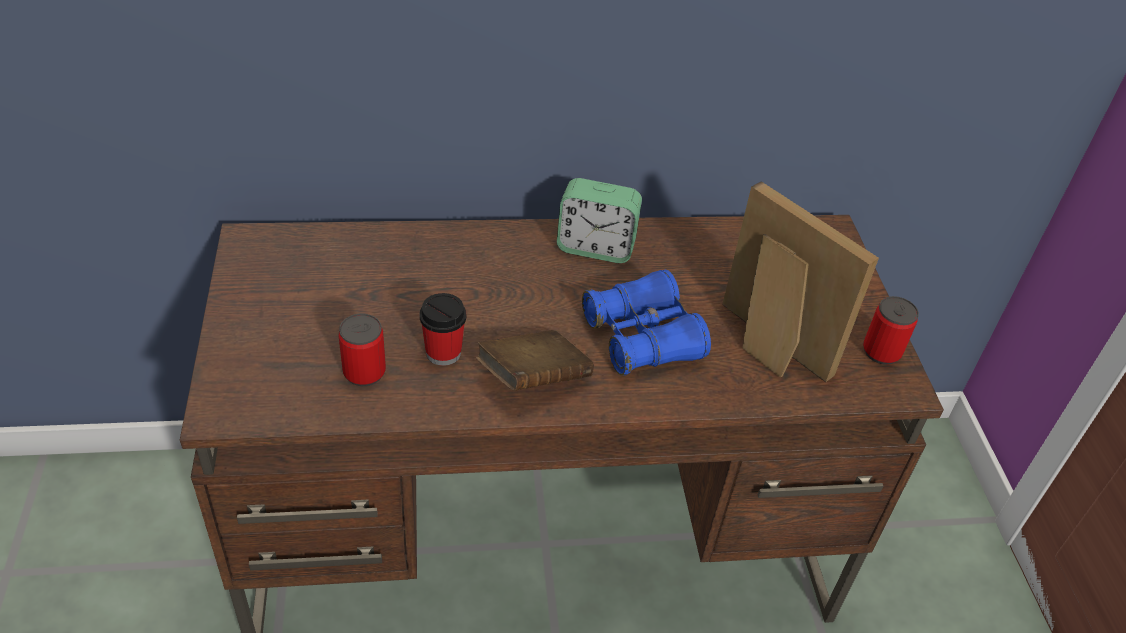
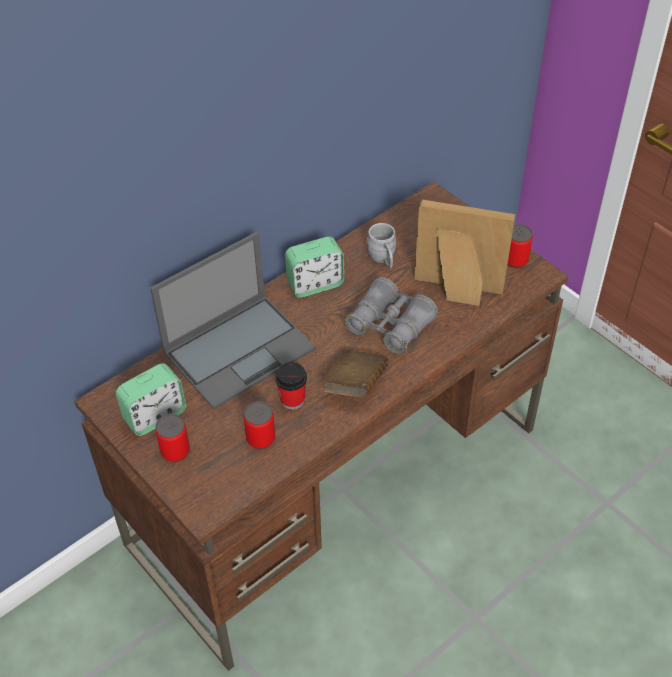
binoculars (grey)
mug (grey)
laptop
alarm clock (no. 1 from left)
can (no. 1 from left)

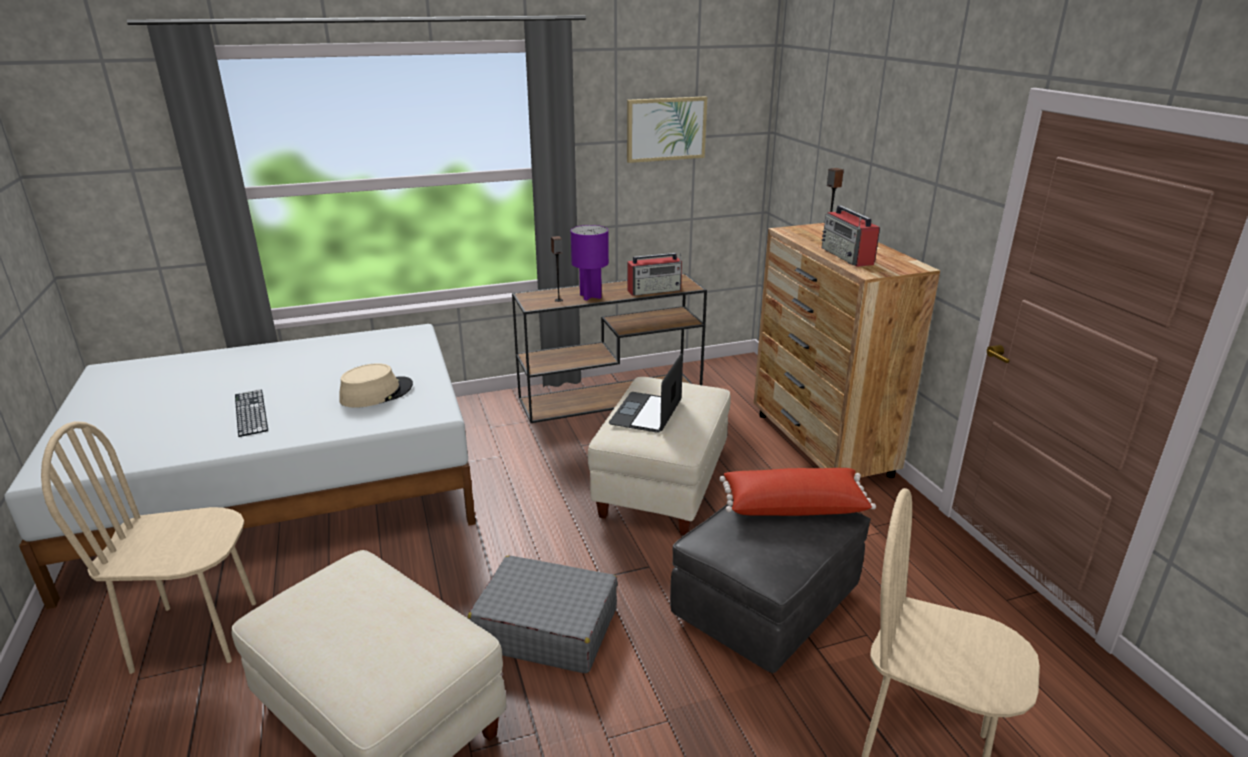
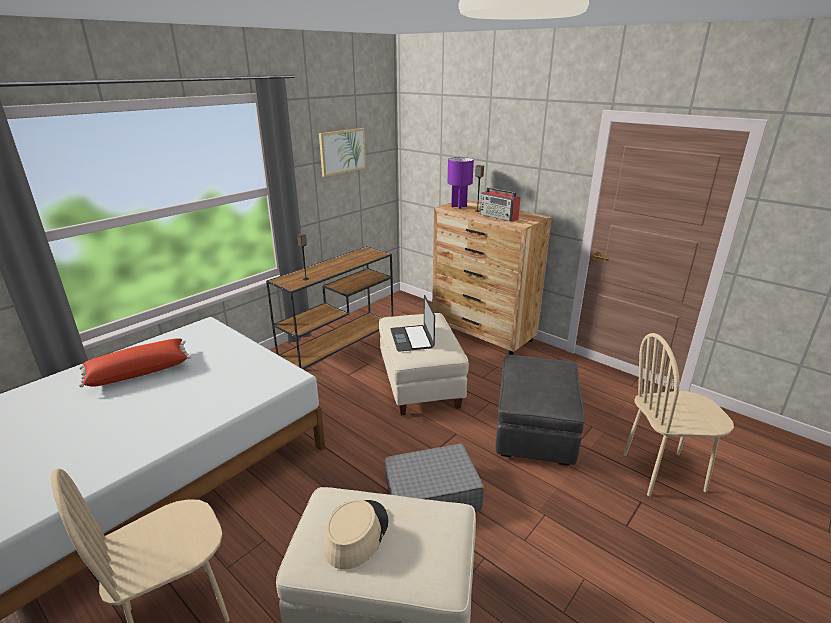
table lamp (purple)
radio (no. 1 from left in the first image)
hat (beige)
keyboard
pillow (red)

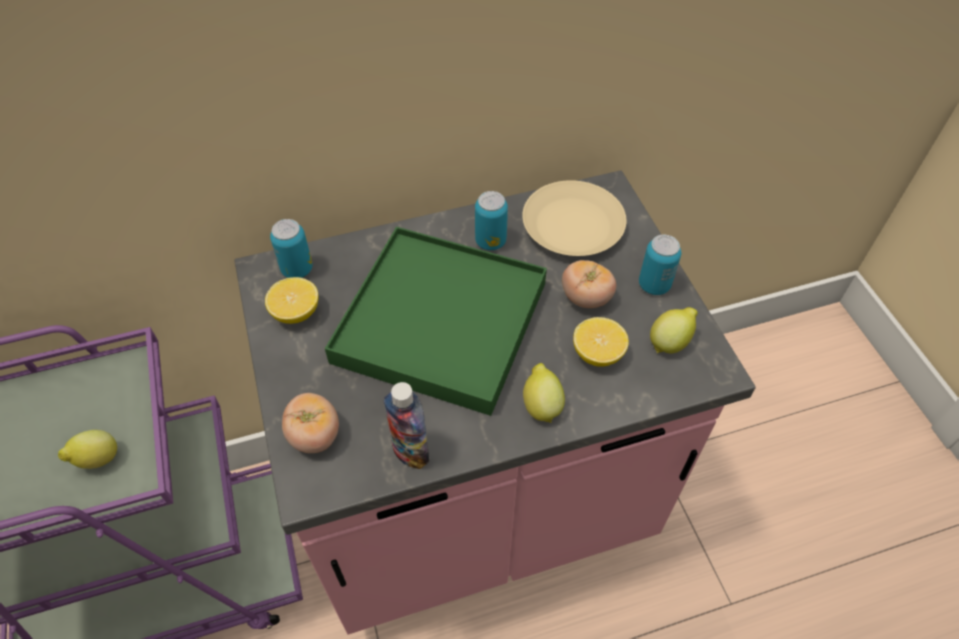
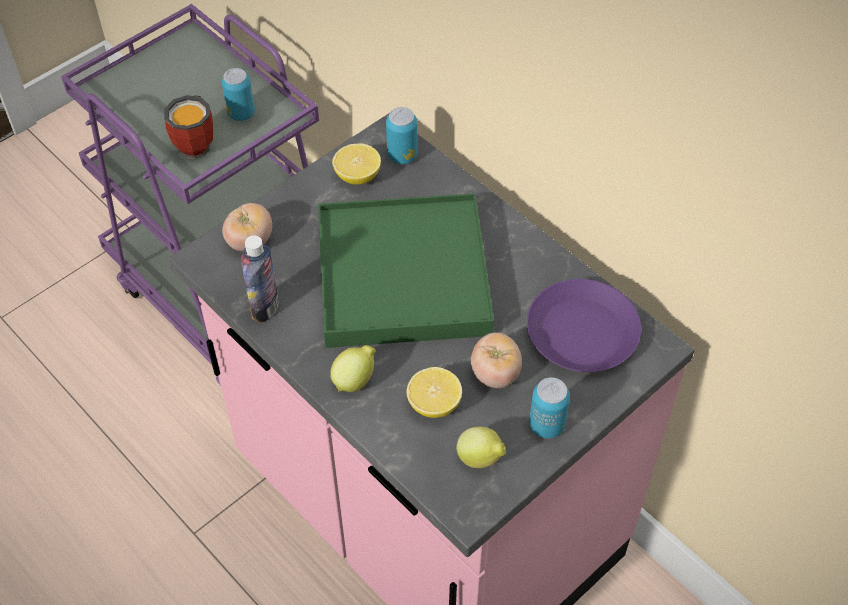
plate (purple)
can (no. 1 from left)
mug

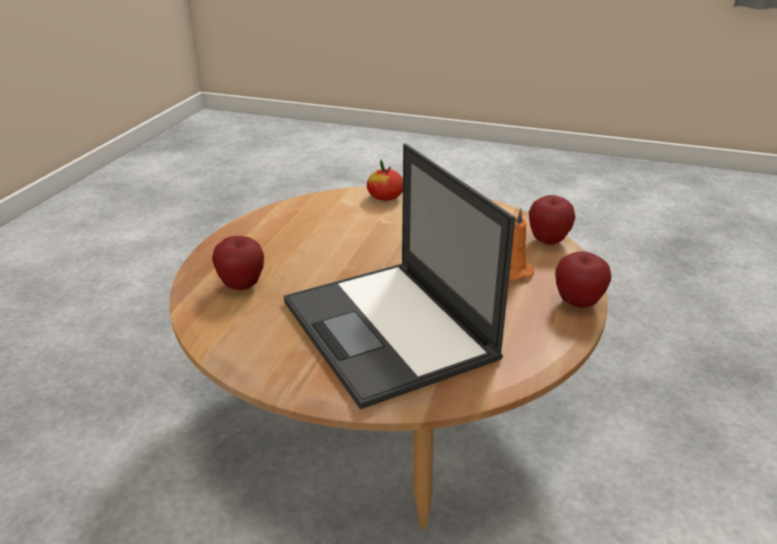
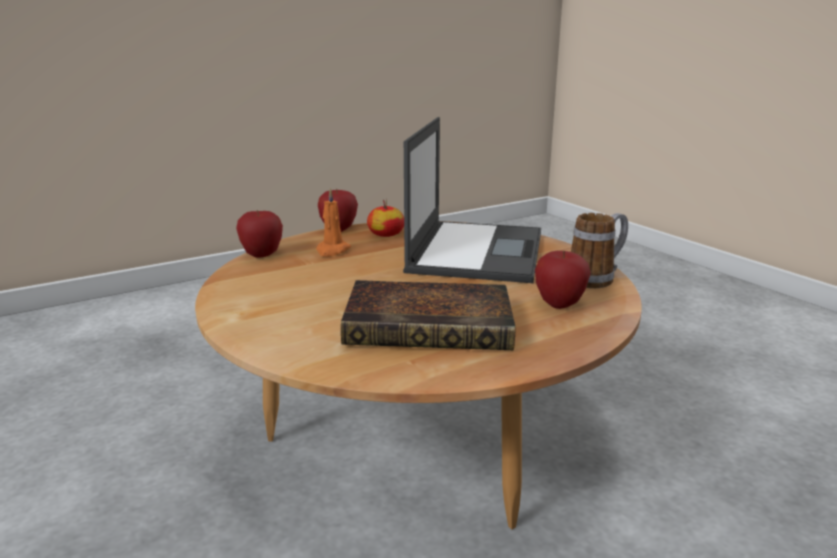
apple (no. 3 from left)
mug
book

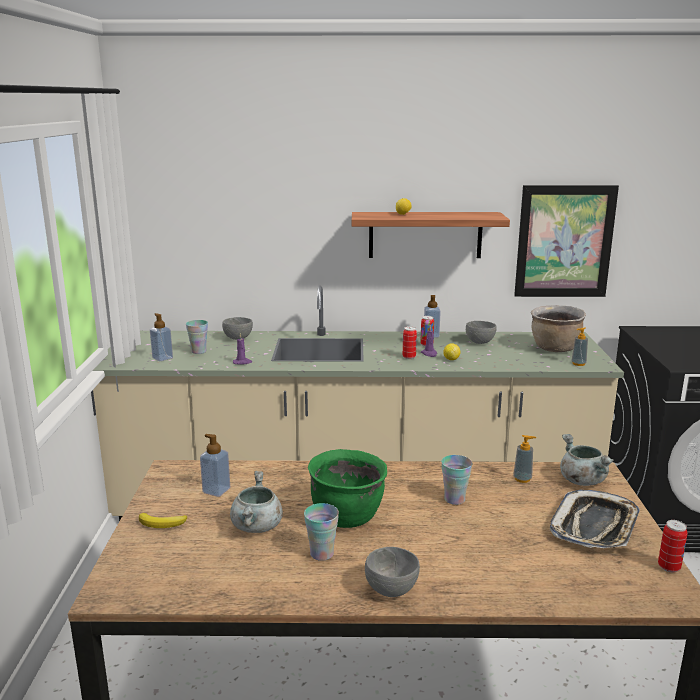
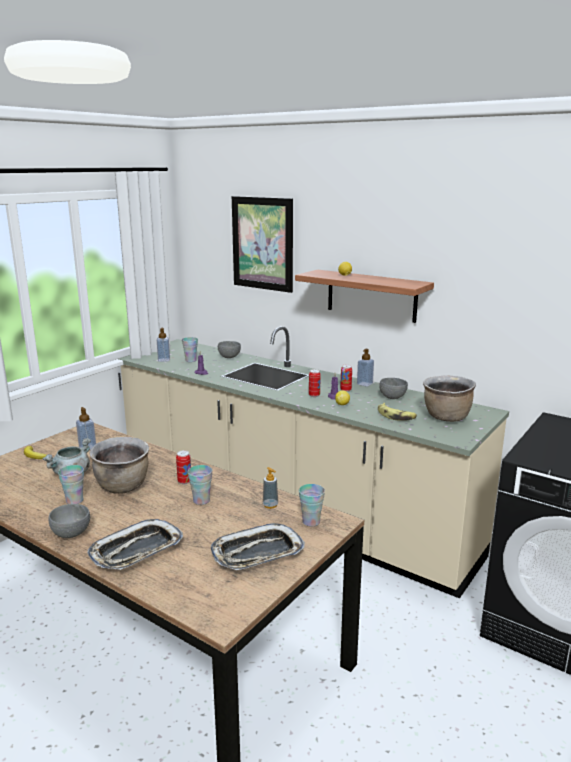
picture
soap dispenser (no. 5 from left in the first image)
cup (no. 4 from left)
cooking pot (brown) (no. 1 from left)
can (no. 1 from left)
banana (no. 2 from left)
tray (no. 1 from left)

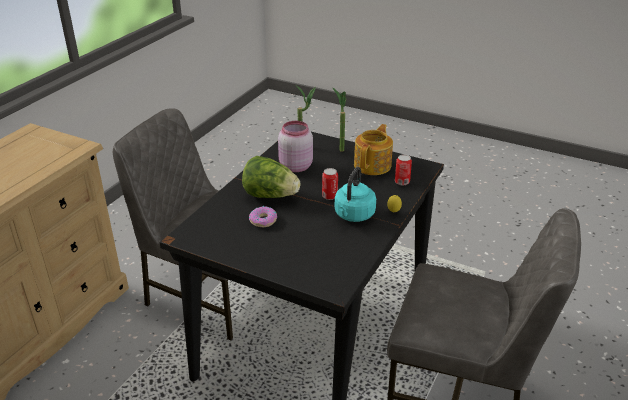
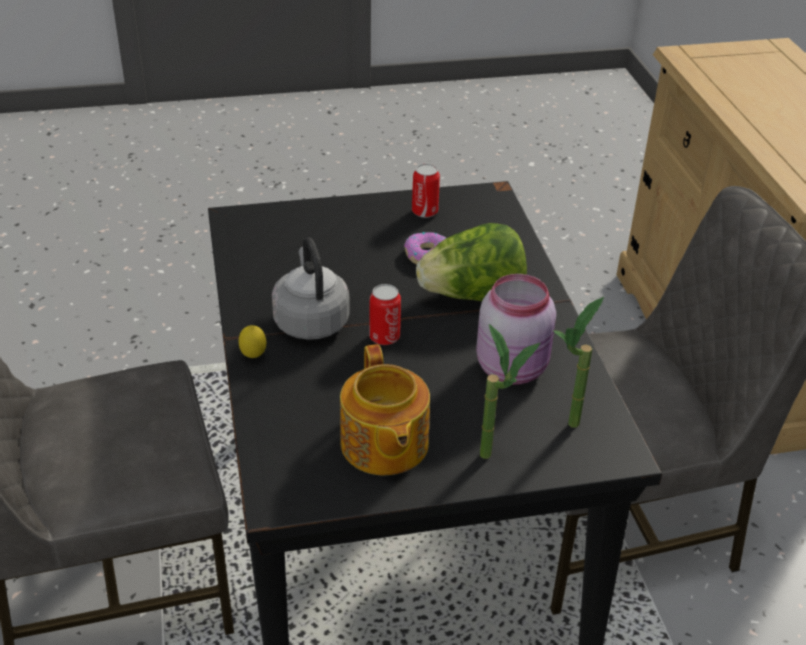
can (no. 2 from left)
kettle (grey)

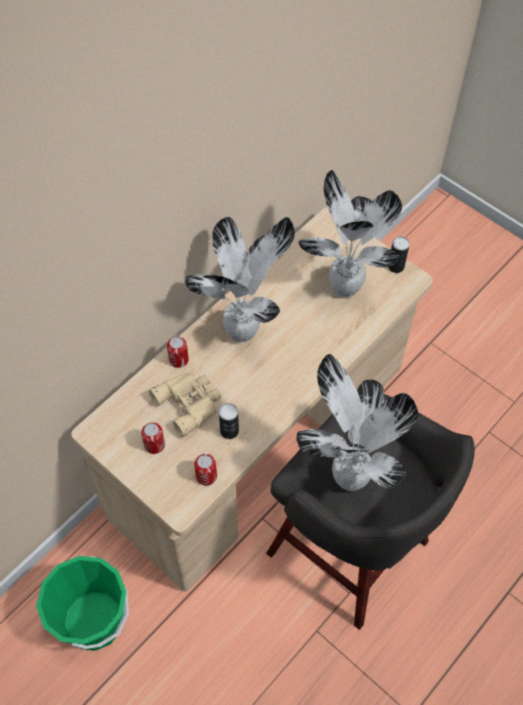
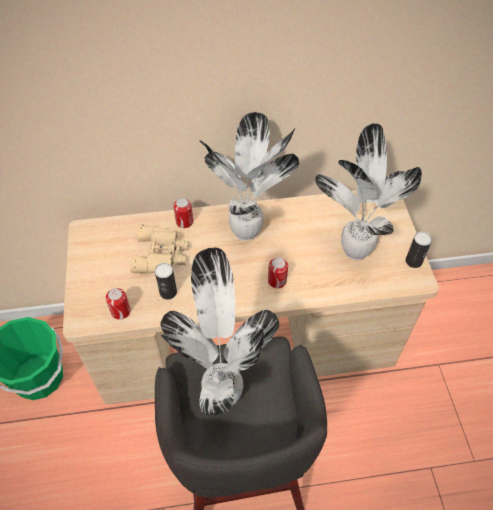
can (no. 4 from left)

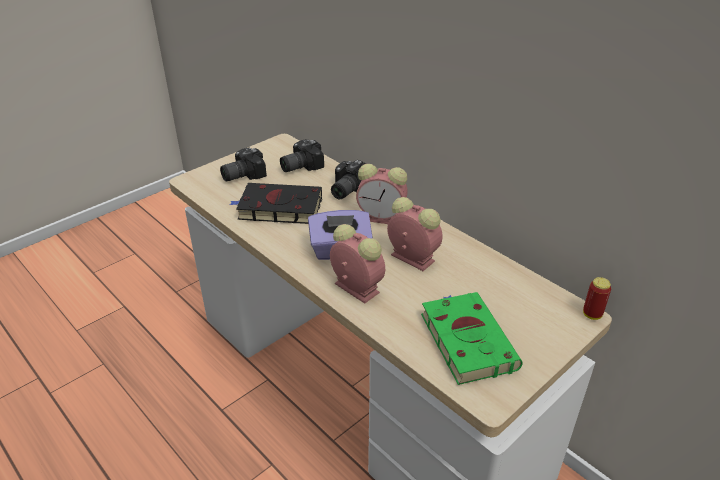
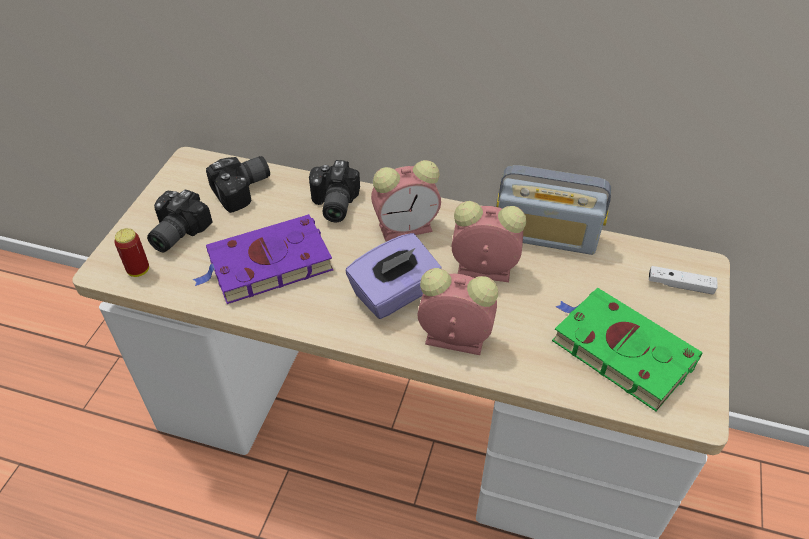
photo camera (no. 2 from left)
book (purple)
can
radio
game controller (white)

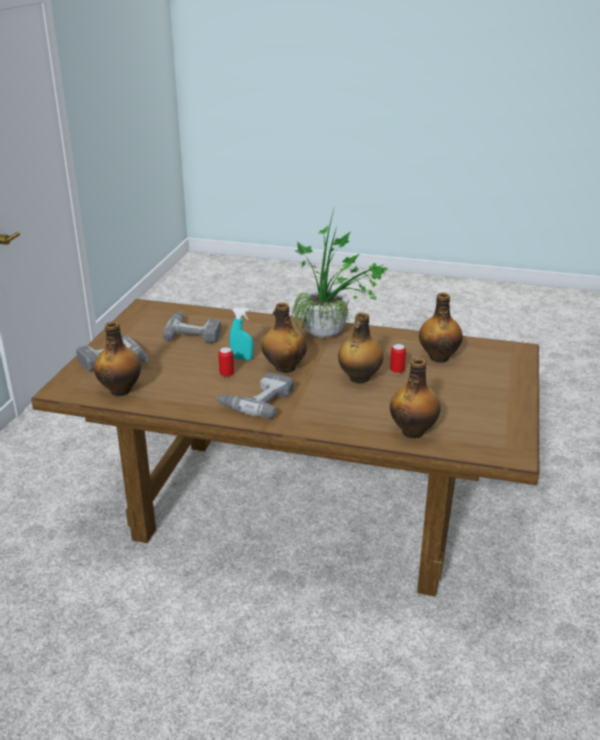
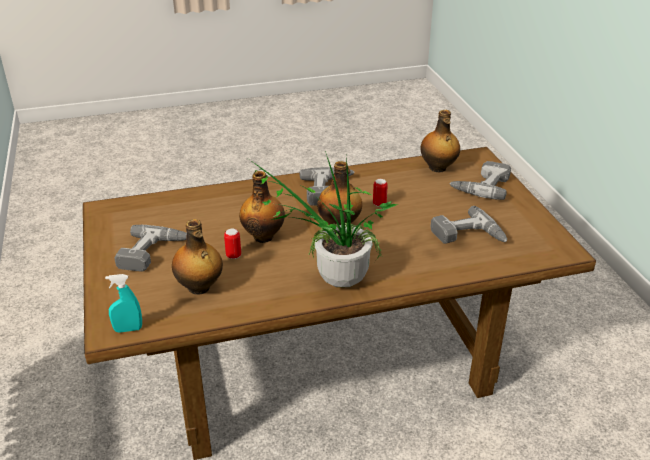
spray bottle (turquoise)
bottle (no. 4 from left in the first image)
power drill (no. 1 from left)

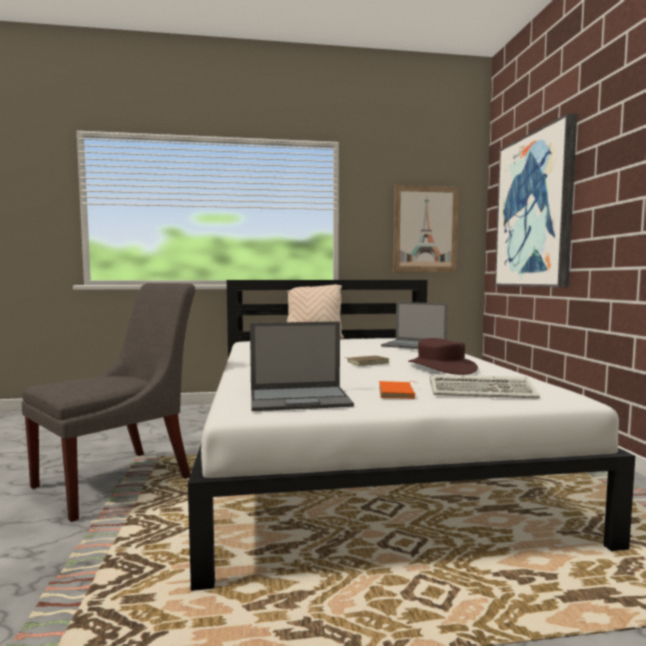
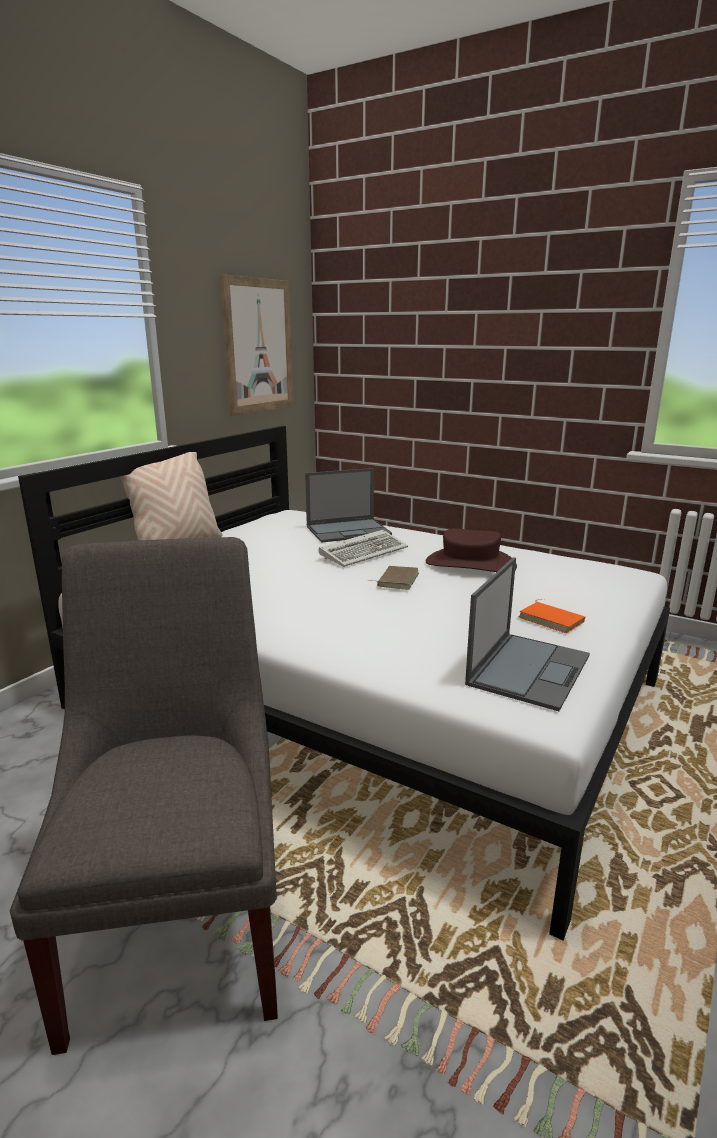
picture (no. 2 from left in the first image)
keyboard

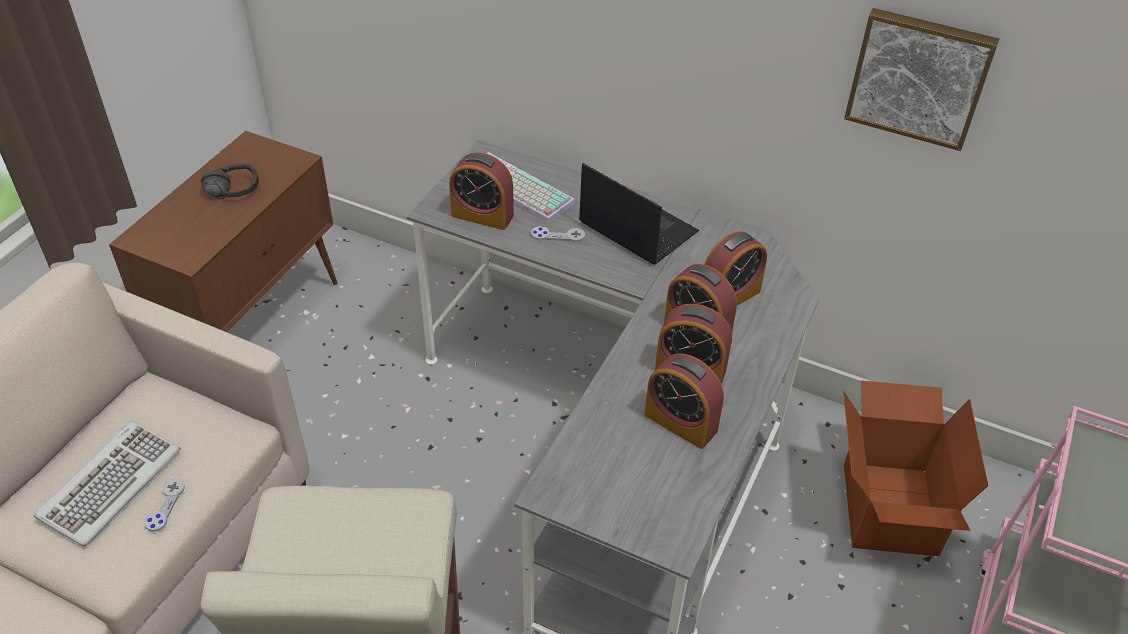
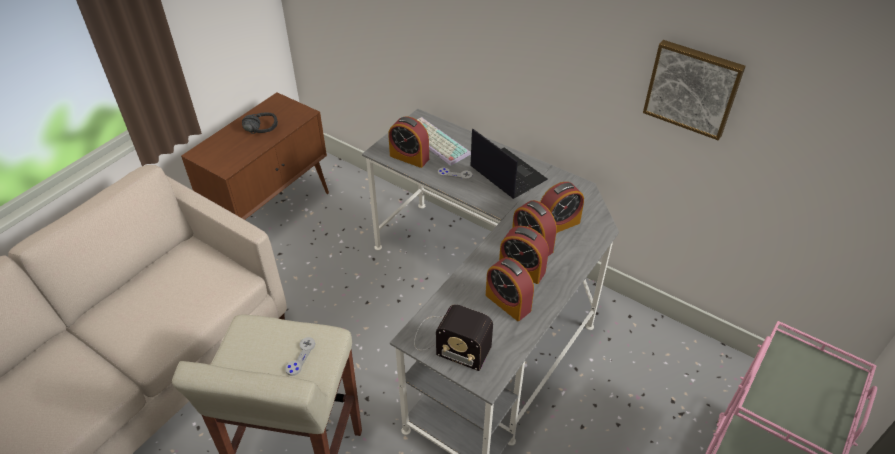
cardboard box
keyboard (no. 1 from left in the first image)
game controller (grey) (no. 1 from left)
radio

